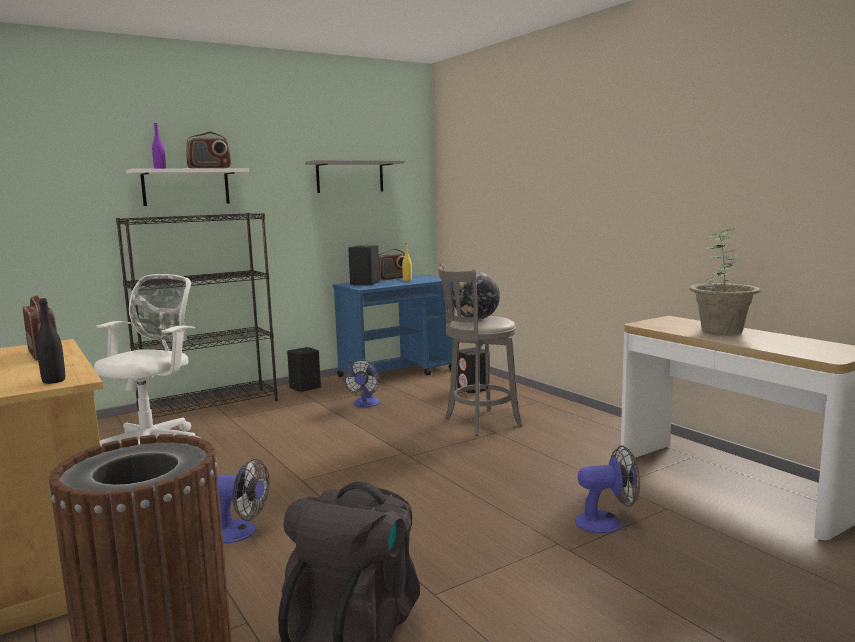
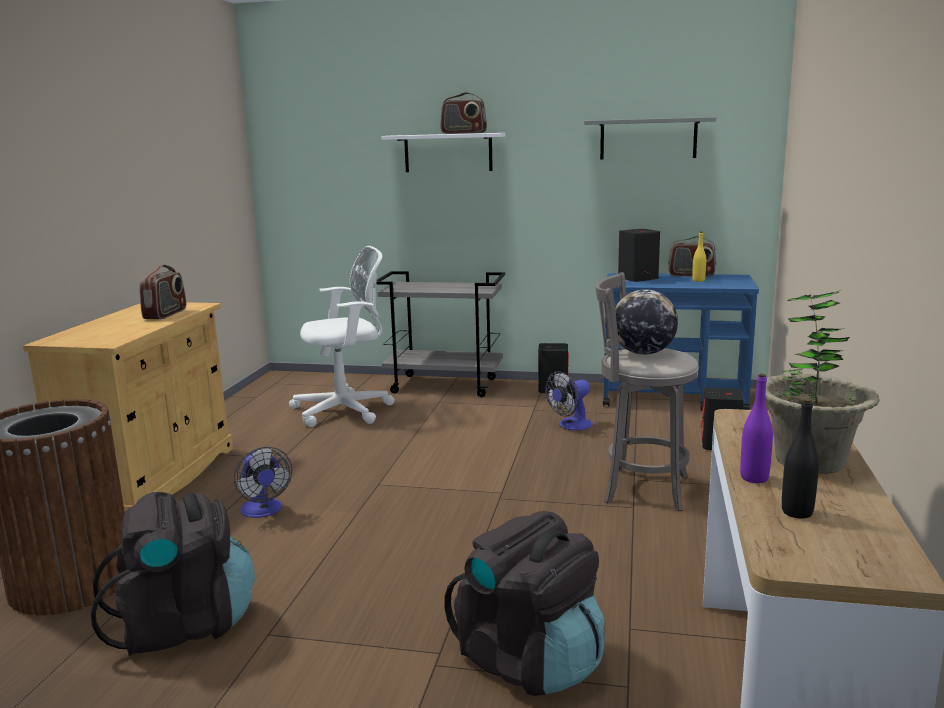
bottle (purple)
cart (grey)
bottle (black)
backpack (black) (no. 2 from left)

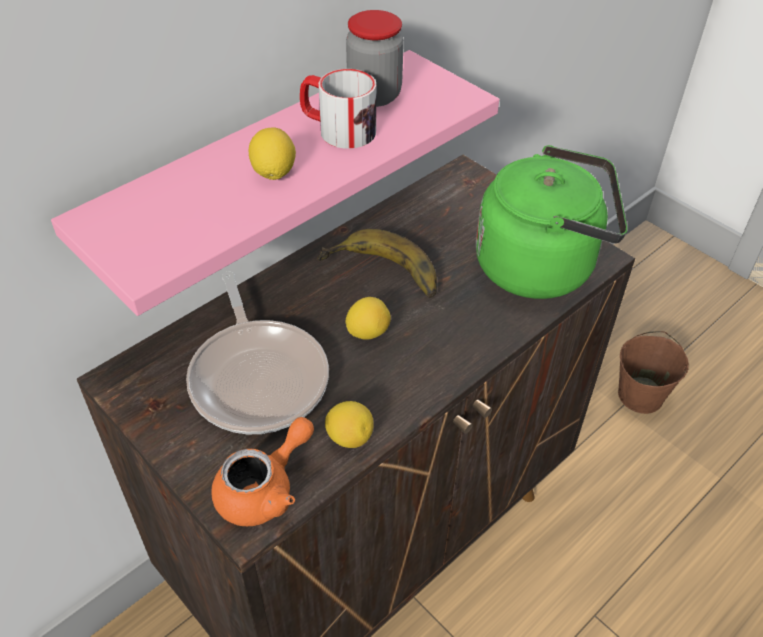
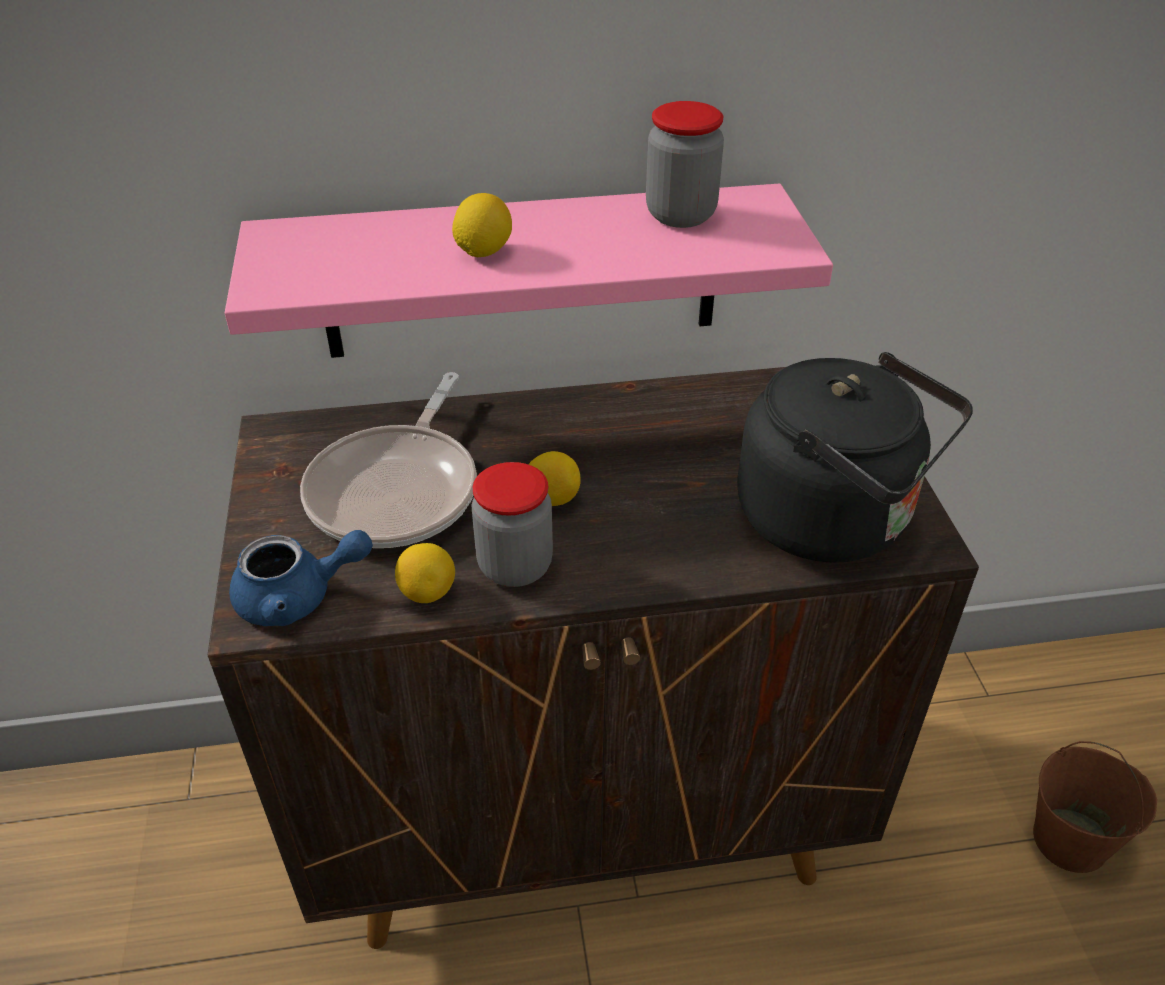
mug
kettle (black)
banana
teapot (blue)
jar (no. 1 from left)

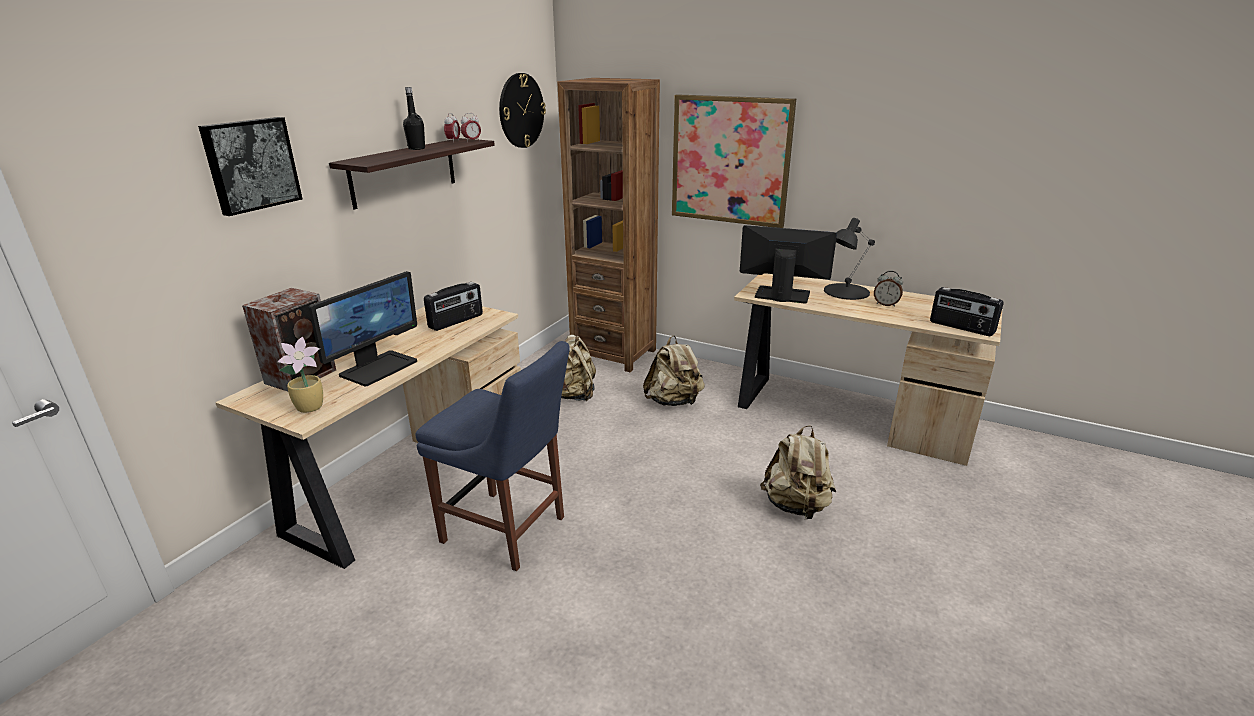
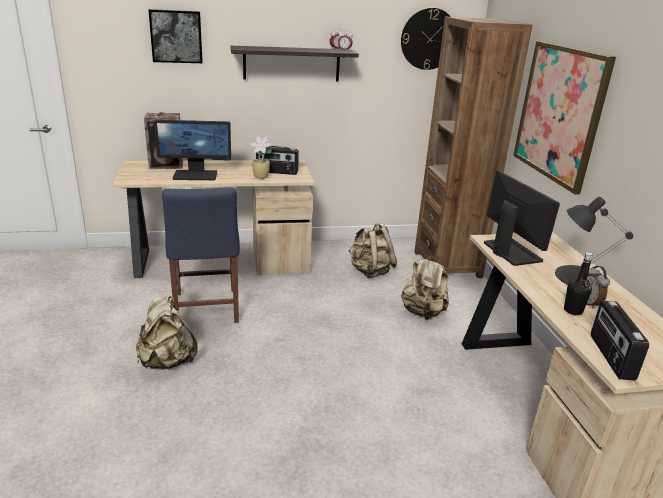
bottle (black)
potted plant
backpack (beige) (no. 1 from left)

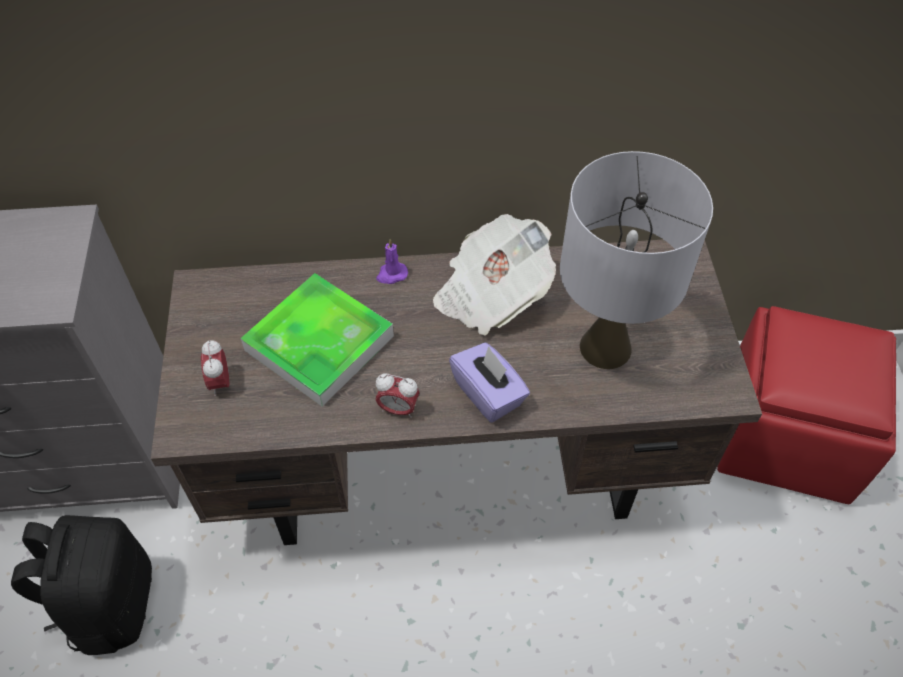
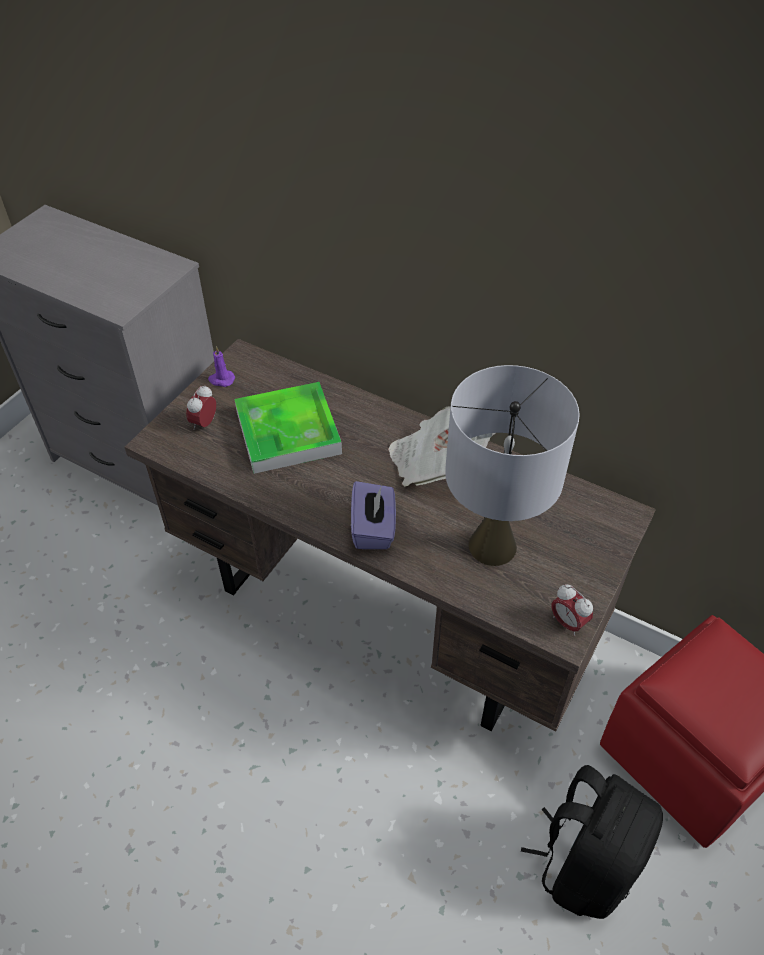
candle (purple)
alarm clock (no. 2 from left)
backpack (black)

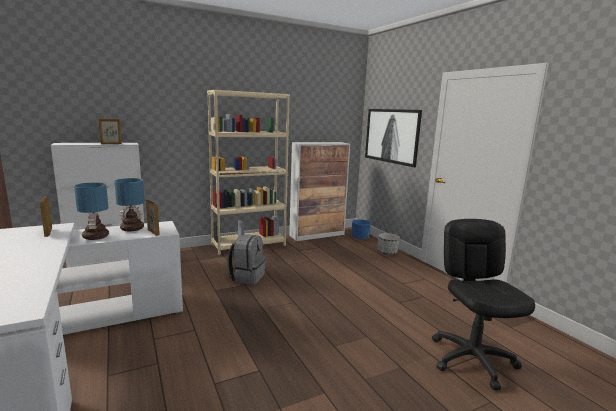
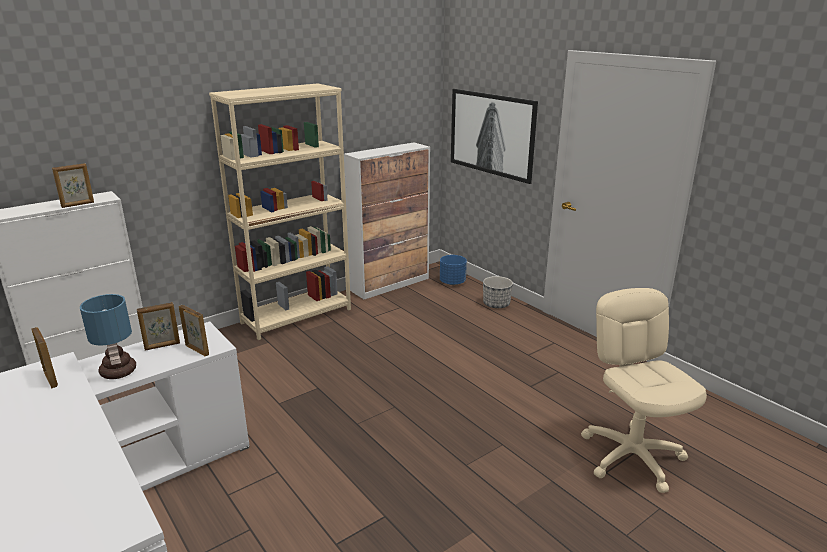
picture frame (no. 3 from left)
office chair (beige)
backpack (grey)

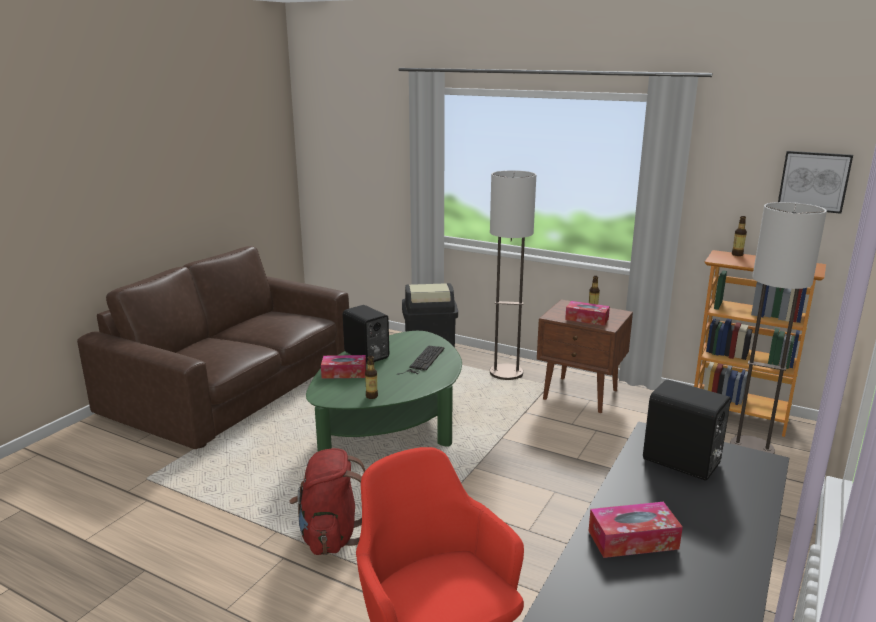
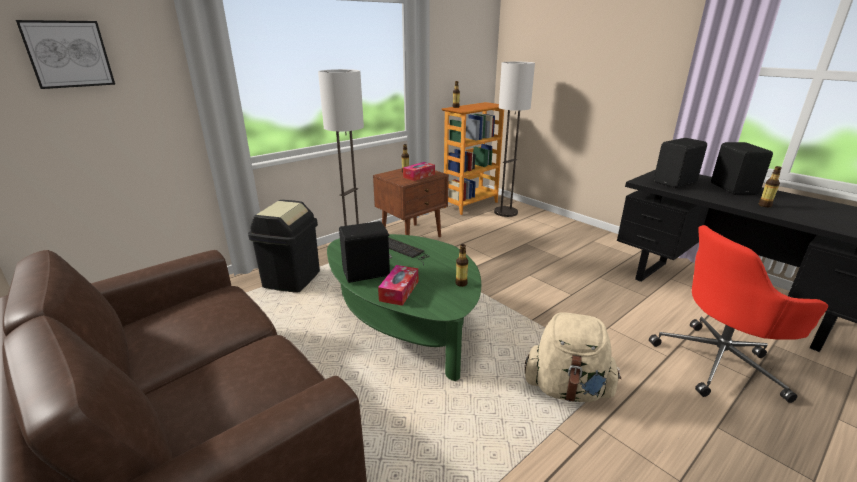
picture
backpack (beige)
bottle (no. 4 from left)
speaker (black) (no. 3 from left)

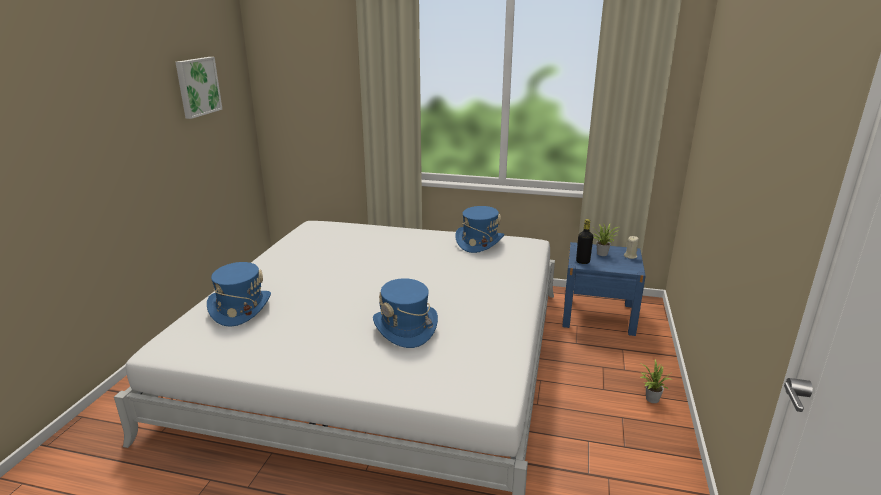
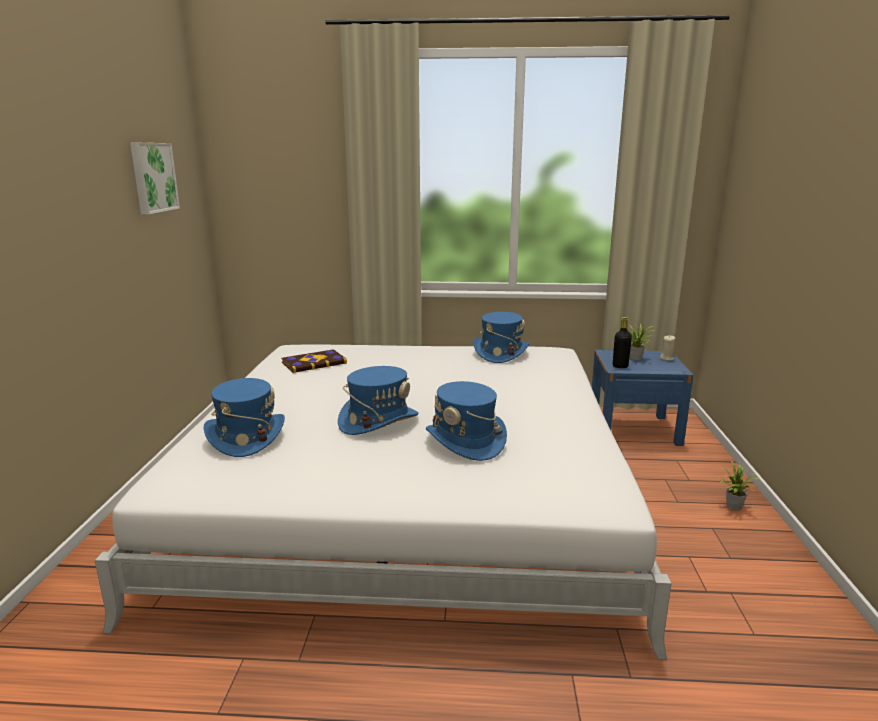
book
hat (blue) (no. 2 from left)

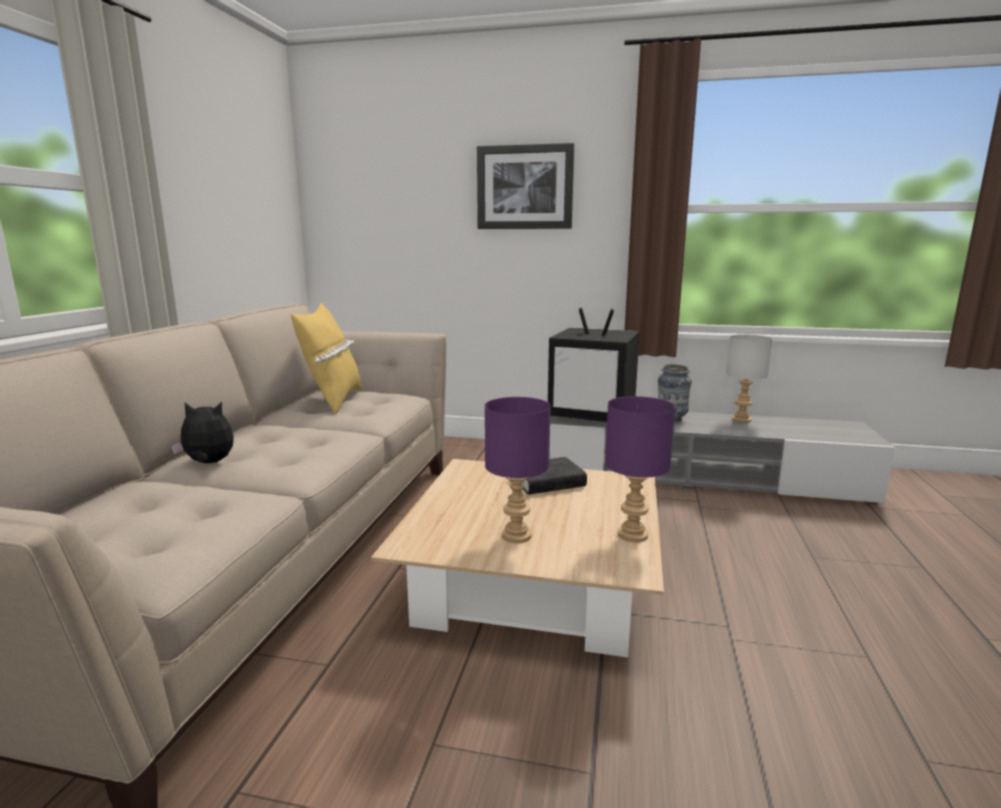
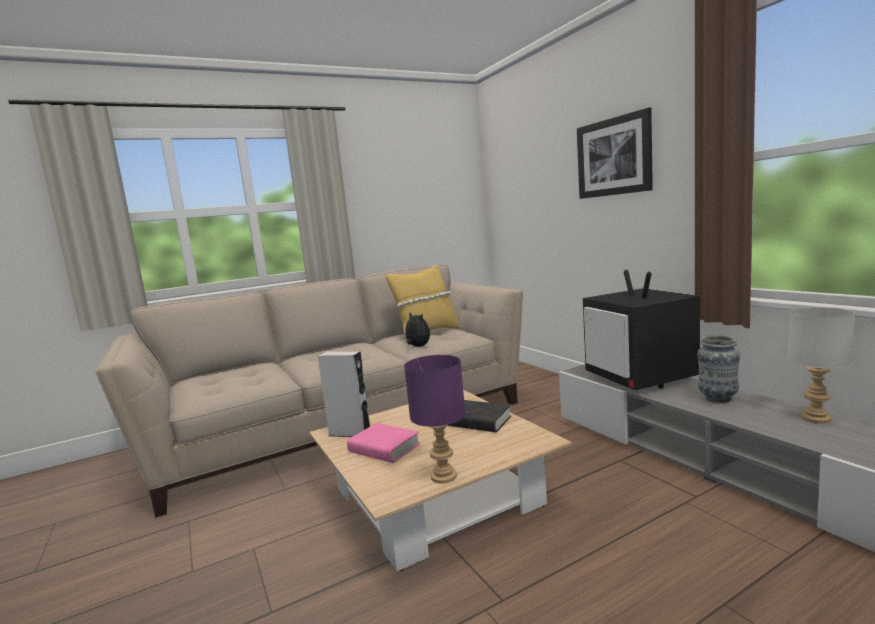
book (pink)
plush toy
speaker (grey)

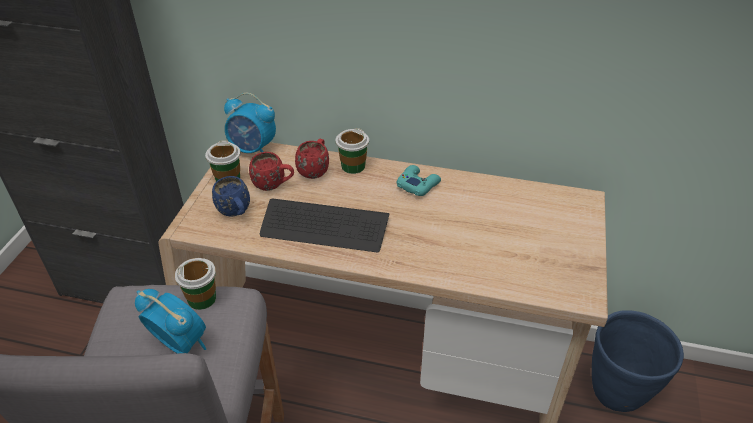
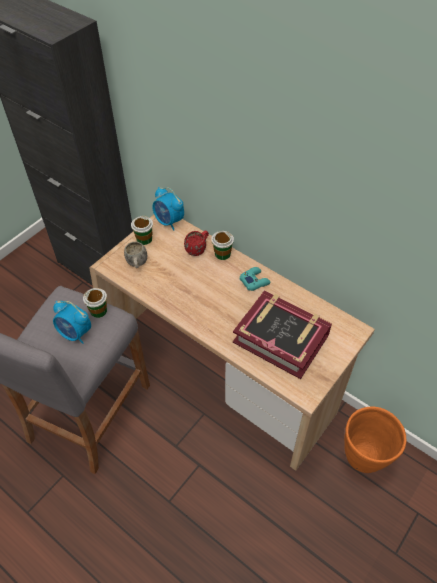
mug (red) (no. 1 from left in the first image)
mug (white)
keyboard
alarm clock (no. 1 from left)
planter (orange)
book

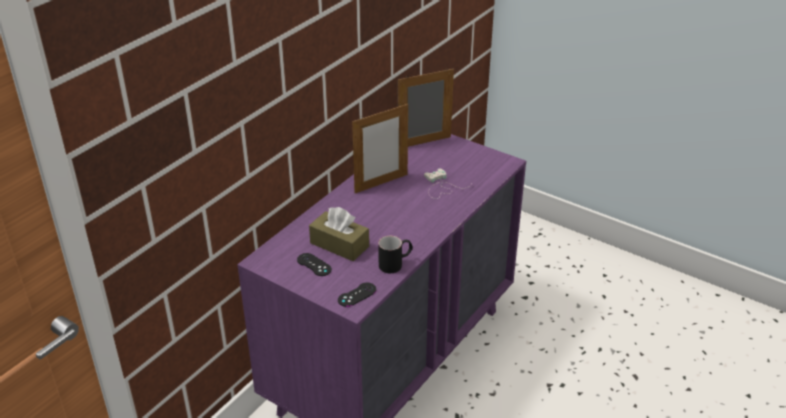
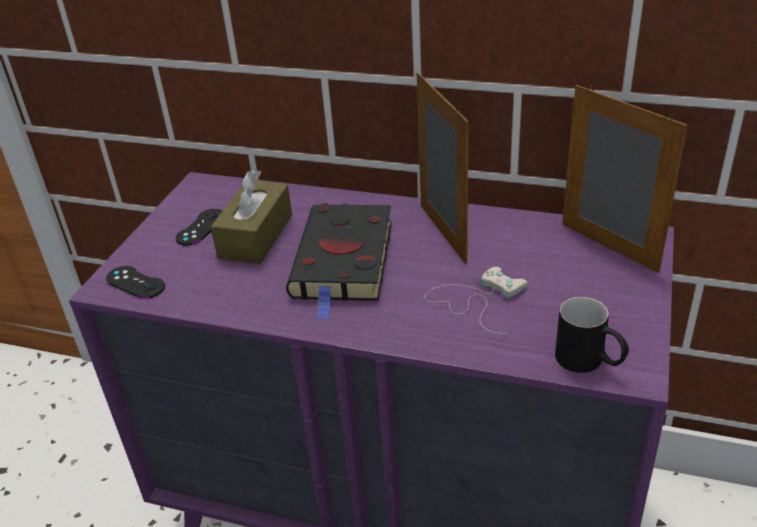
picture frame (no. 1 from left)
mug (black)
book (black)

